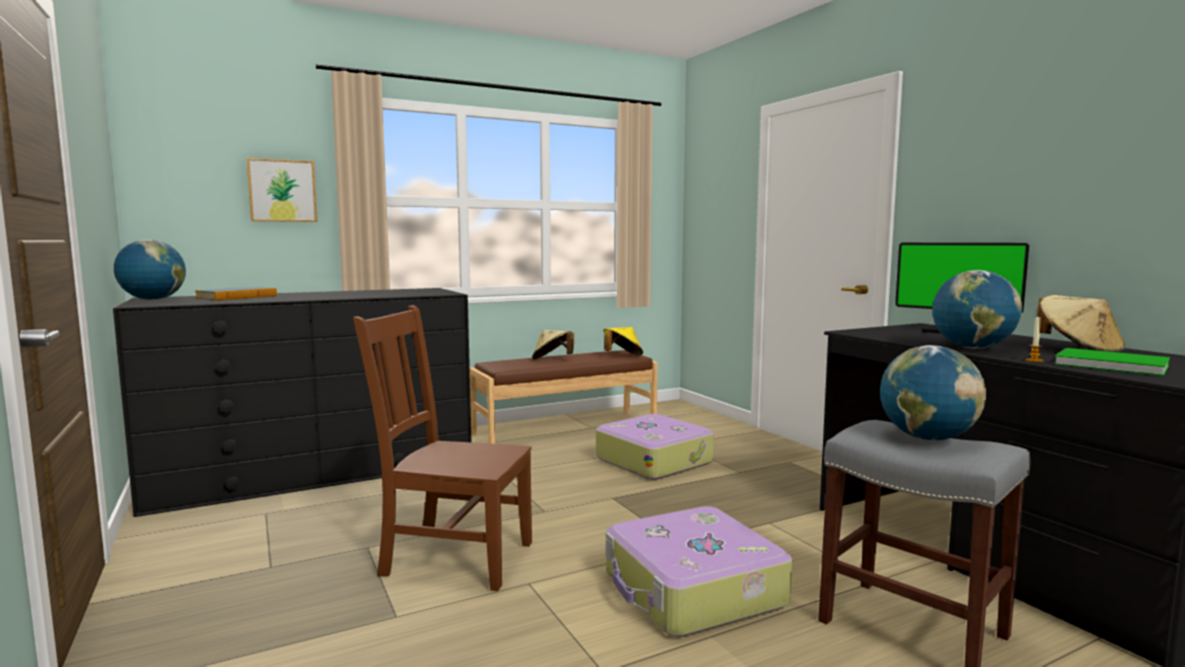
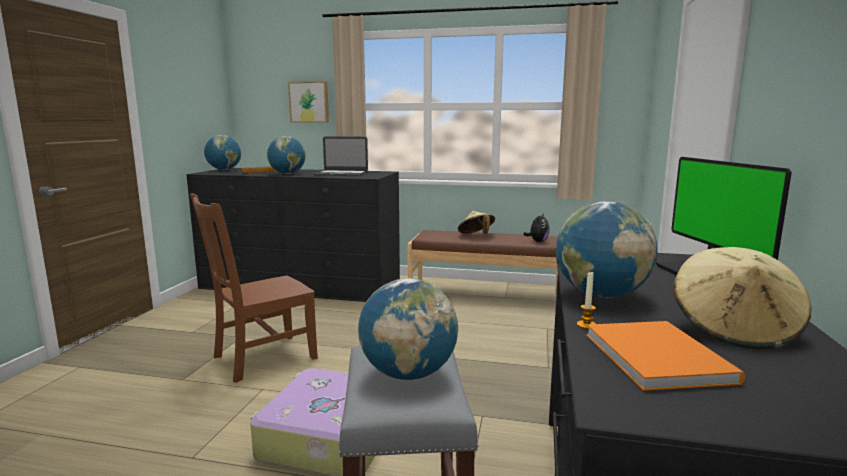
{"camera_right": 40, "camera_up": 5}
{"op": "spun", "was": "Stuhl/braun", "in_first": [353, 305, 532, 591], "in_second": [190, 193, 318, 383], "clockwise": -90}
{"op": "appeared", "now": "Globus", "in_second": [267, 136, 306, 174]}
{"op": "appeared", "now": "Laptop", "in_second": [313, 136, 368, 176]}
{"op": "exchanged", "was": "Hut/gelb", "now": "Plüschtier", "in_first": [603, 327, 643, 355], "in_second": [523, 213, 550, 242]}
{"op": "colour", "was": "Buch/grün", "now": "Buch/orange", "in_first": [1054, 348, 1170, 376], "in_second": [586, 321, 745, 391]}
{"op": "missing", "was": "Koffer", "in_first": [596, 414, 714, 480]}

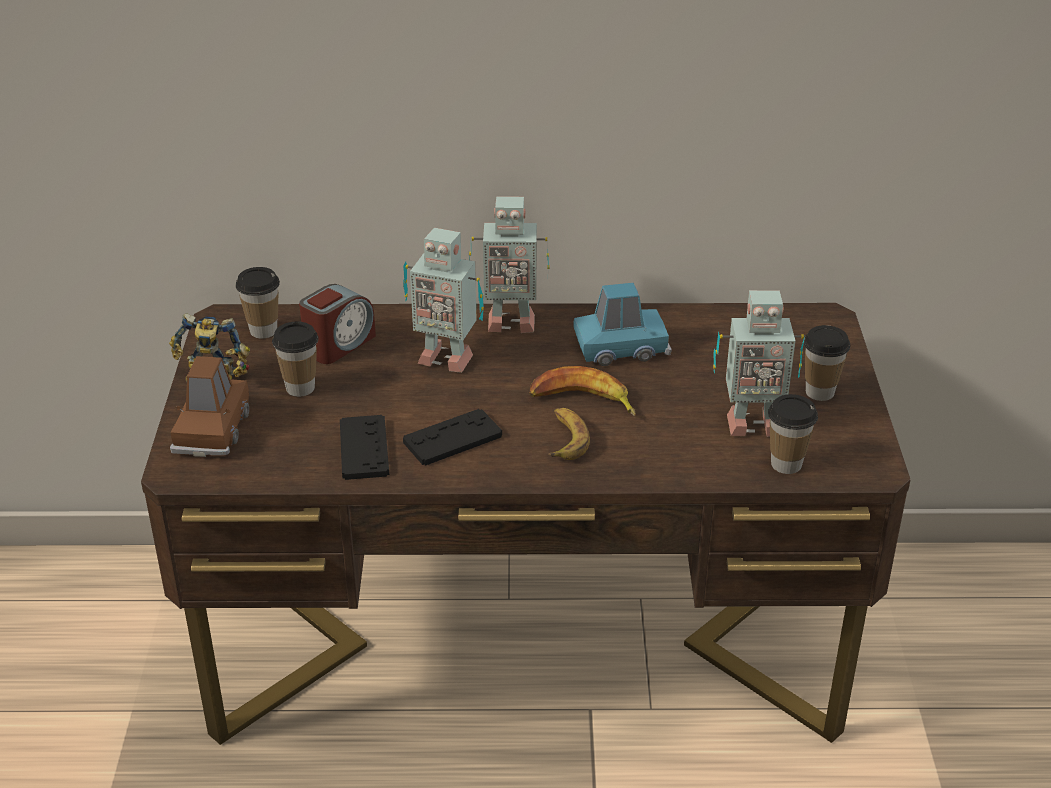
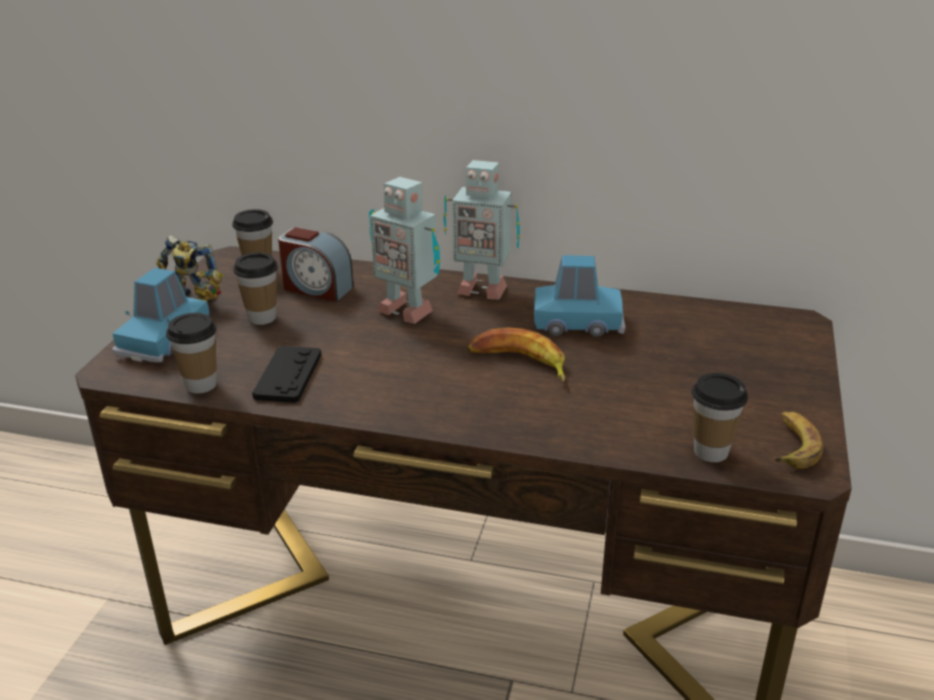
{"camera_right": 15, "camera_up": -5}
{"op": "colour", "was": "Spielzeugauto/braun", "now": "Spielzeugauto/blau", "in_first": [170, 356, 249, 457], "in_second": [112, 268, 209, 362]}
{"op": "relocated", "was": "Tasse", "in_first": [804, 325, 850, 401], "in_second": [166, 313, 217, 393]}
{"op": "spun", "was": "Wecker", "in_first": [299, 284, 376, 364], "in_second": [278, 227, 354, 302], "clockwise": 60}
{"op": "relocated", "was": "Banane", "in_first": [549, 408, 590, 460], "in_second": [774, 412, 823, 469]}
{"op": "missing", "was": "Gamepad/schwarz", "in_first": [403, 409, 502, 465]}
{"op": "missing", "was": "Spielzeugroboter", "in_first": [713, 290, 805, 437]}

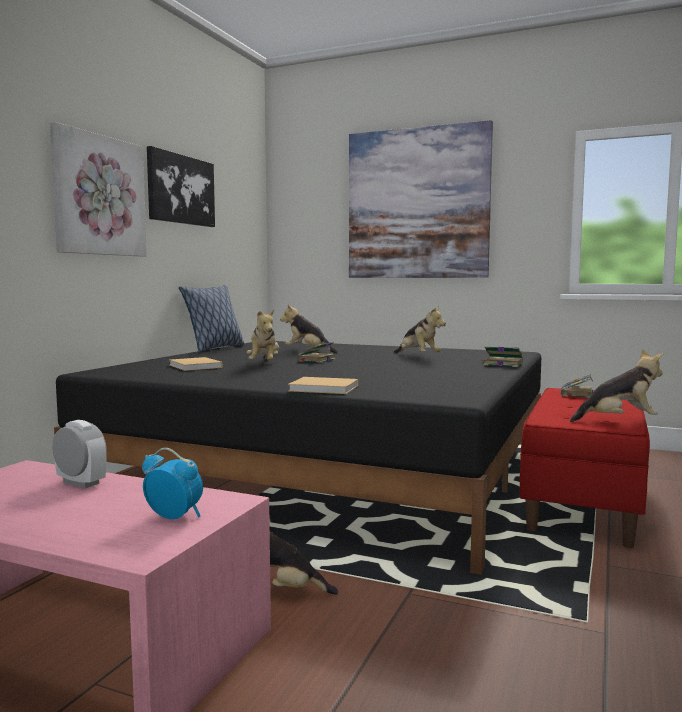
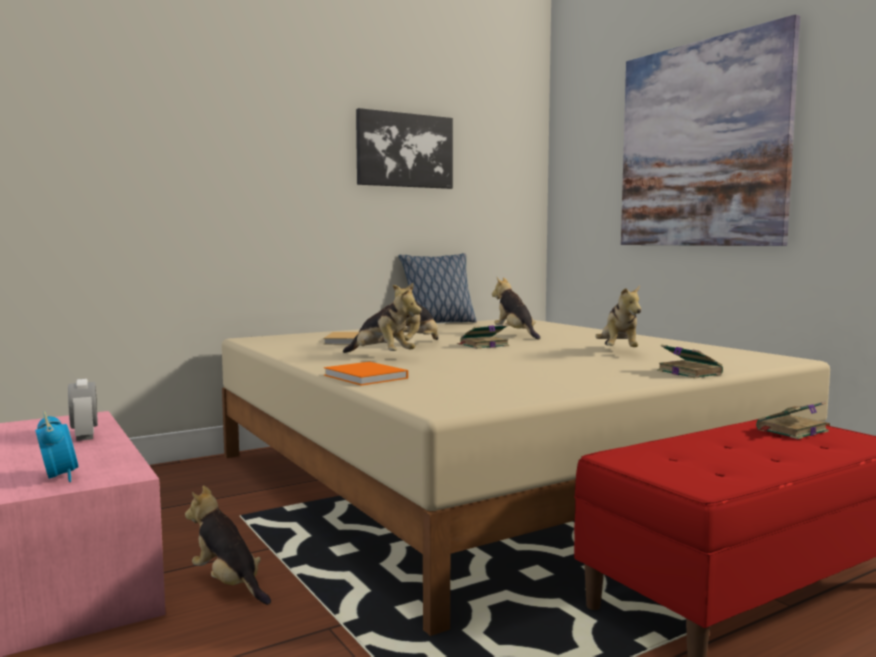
{"camera_right": 35, "camera_up": 0}
{"op": "colour", "was": "Bett/schwarz", "now": "Bett/beige", "in_first": [54, 341, 541, 575], "in_second": [222, 319, 830, 636]}
{"op": "colour", "was": "Buch/beige", "now": "Buch/orange", "in_first": [288, 377, 358, 394], "in_second": [324, 362, 408, 386]}
{"op": "relocated", "was": "Plüschtier", "in_first": [570, 349, 663, 422], "in_second": [343, 286, 422, 353]}
{"op": "missing", "was": "Bild", "in_first": [50, 122, 147, 257]}

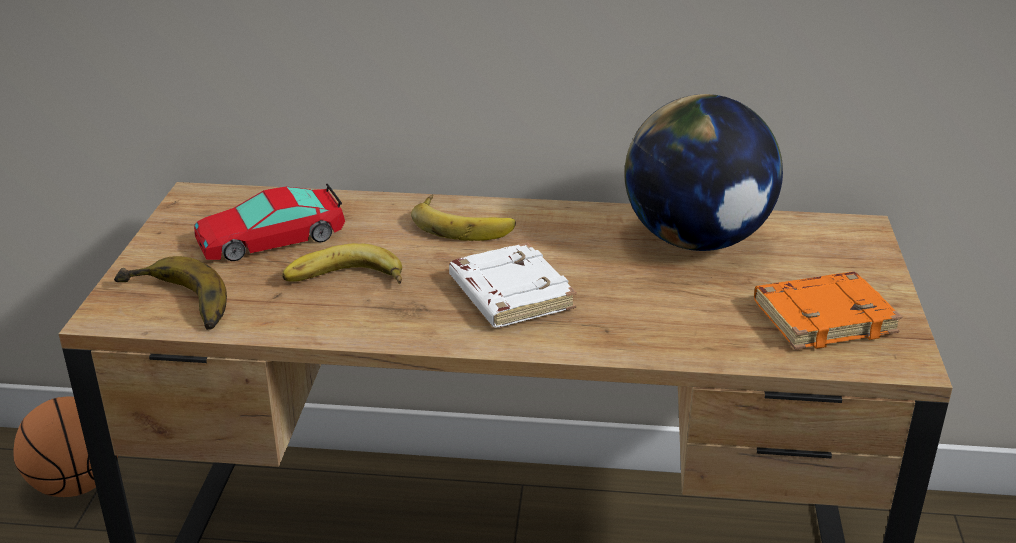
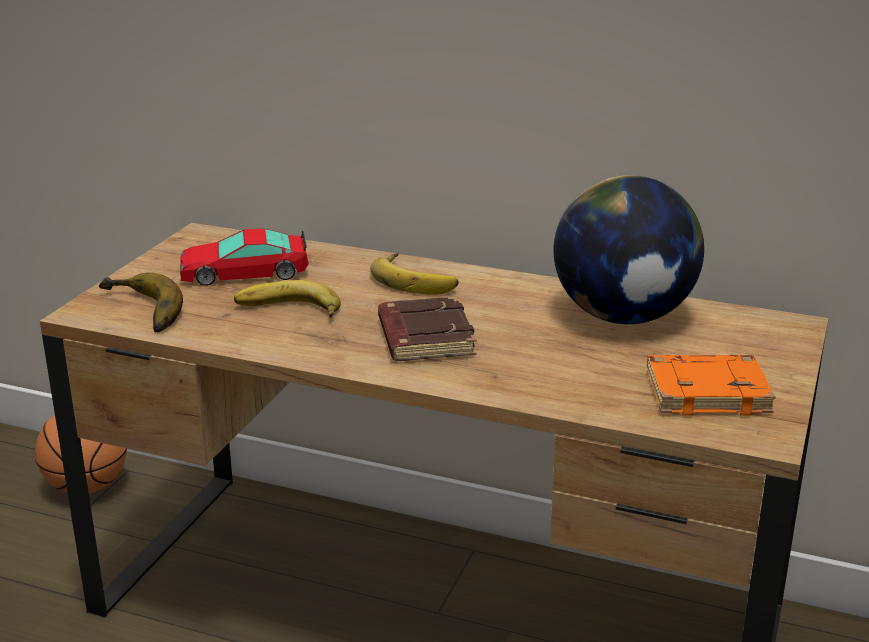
{"camera_right": 15, "camera_up": -5}
{"op": "colour", "was": "Buch/weiß", "now": "Buch/braun", "in_first": [449, 242, 577, 328], "in_second": [378, 297, 477, 361]}

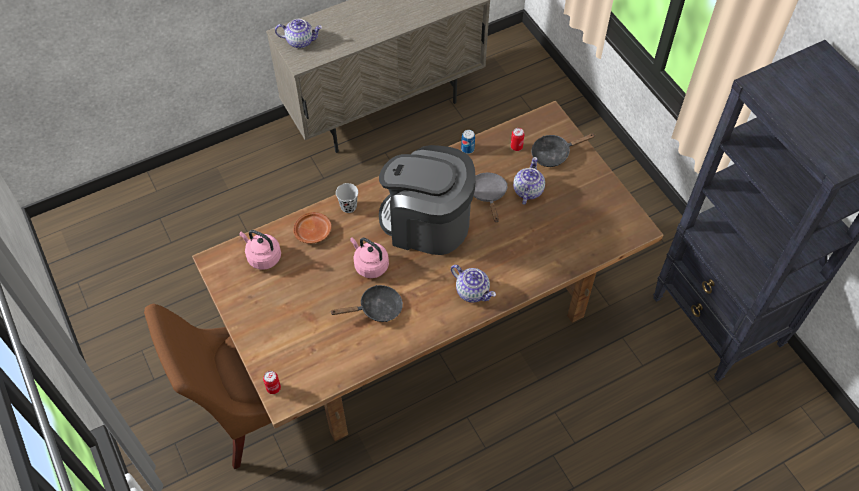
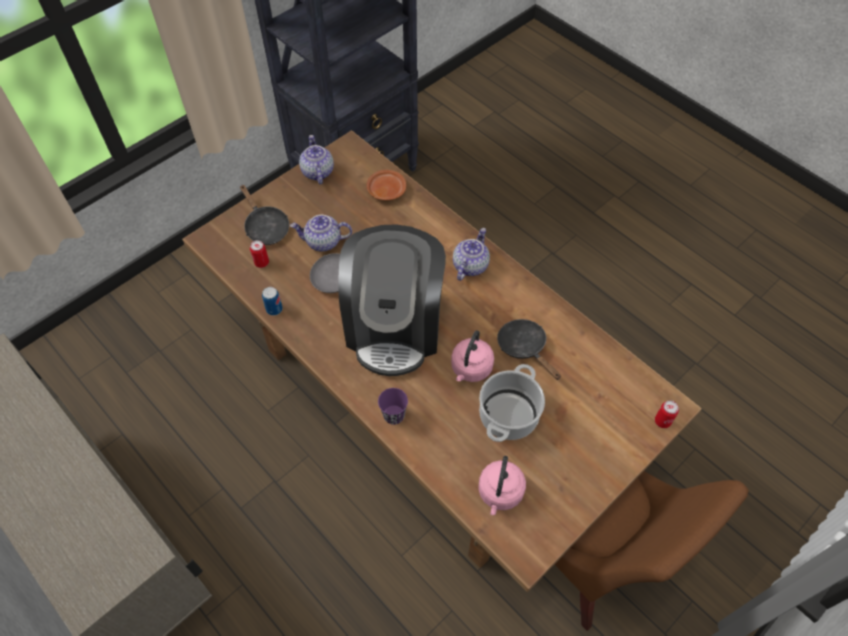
{"camera_right": -105, "camera_up": 0}
{"op": "relocated", "was": "Teekanne", "in_first": [275, 19, 322, 48], "in_second": [299, 135, 334, 184]}
{"op": "relocated", "was": "Teller/braun", "in_first": [293, 212, 331, 244], "in_second": [367, 170, 406, 201]}
{"op": "colour", "was": "Tasse/schwarz", "now": "Tasse/lila", "in_first": [336, 183, 358, 213], "in_second": [378, 388, 408, 425]}
{"op": "appeared", "now": "Kochtopf", "in_second": [479, 364, 545, 442]}

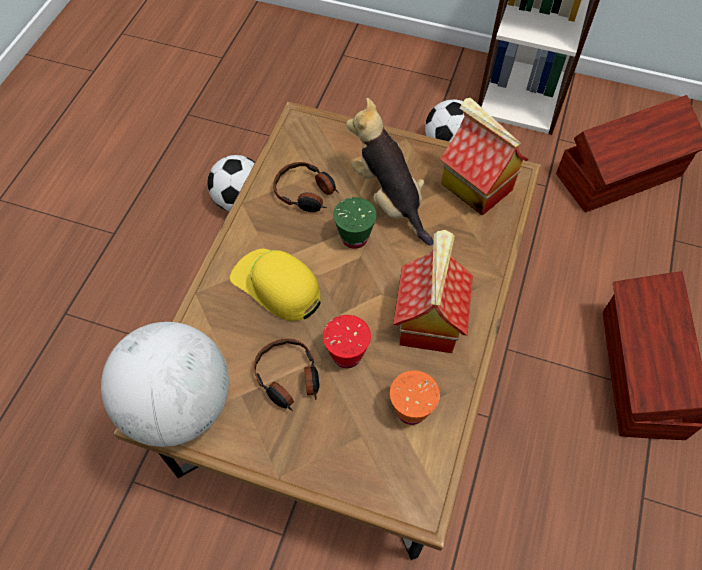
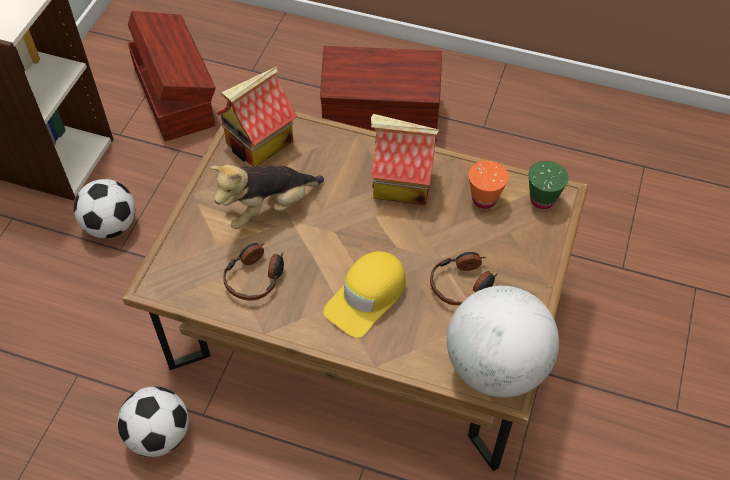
{"camera_right": -90, "camera_up": -5}
{"op": "relocated", "was": "Tasse/grün", "in_first": [333, 197, 377, 249], "in_second": [528, 161, 569, 209]}
{"op": "missing", "was": "Tasse/rot", "in_first": [323, 315, 371, 368]}

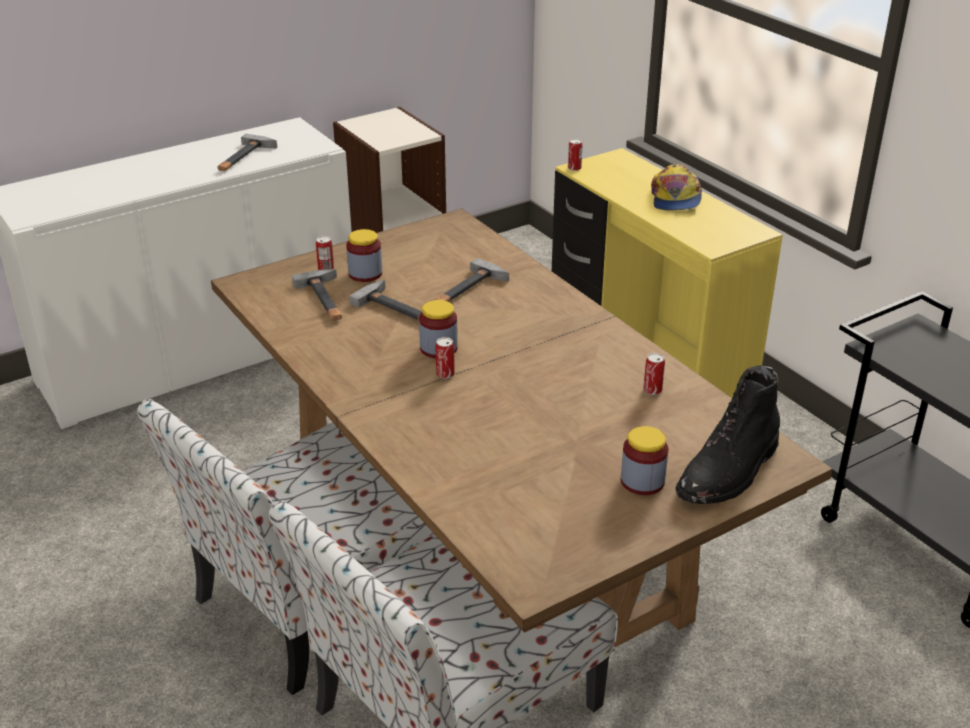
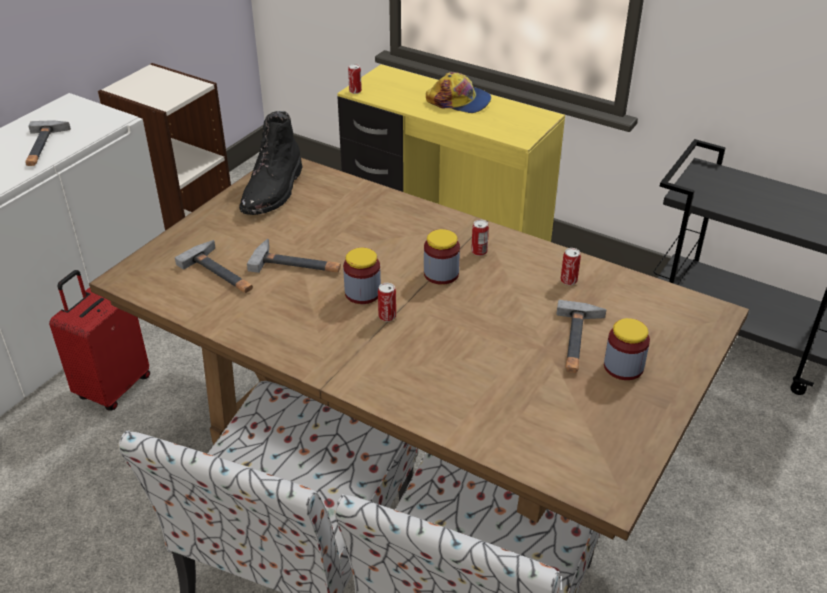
{"camera_right": -25, "camera_up": 5}
{"op": "appeared", "now": "Koffer/rot", "in_second": [49, 270, 150, 411]}
{"op": "relocated", "was": "Stiefel/schwarz", "in_first": [676, 365, 780, 504], "in_second": [239, 111, 303, 215]}
{"op": "relocated", "was": "Vorratsglas", "in_first": [346, 229, 382, 282], "in_second": [424, 229, 460, 285]}
{"op": "spun", "was": "Kappe", "in_first": [651, 164, 702, 211], "in_second": [426, 72, 491, 113], "clockwise": -45}
{"op": "relocated", "was": "Dose", "in_first": [316, 236, 334, 270], "in_second": [471, 220, 489, 256]}
{"op": "relocated", "was": "Hammer", "in_first": [435, 258, 509, 302], "in_second": [556, 300, 606, 373]}

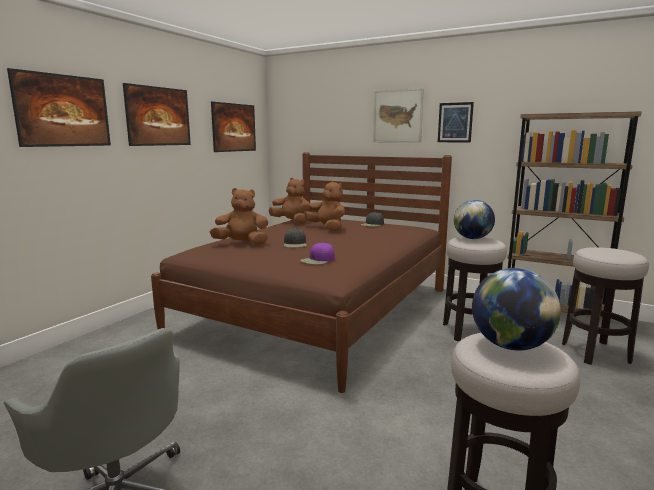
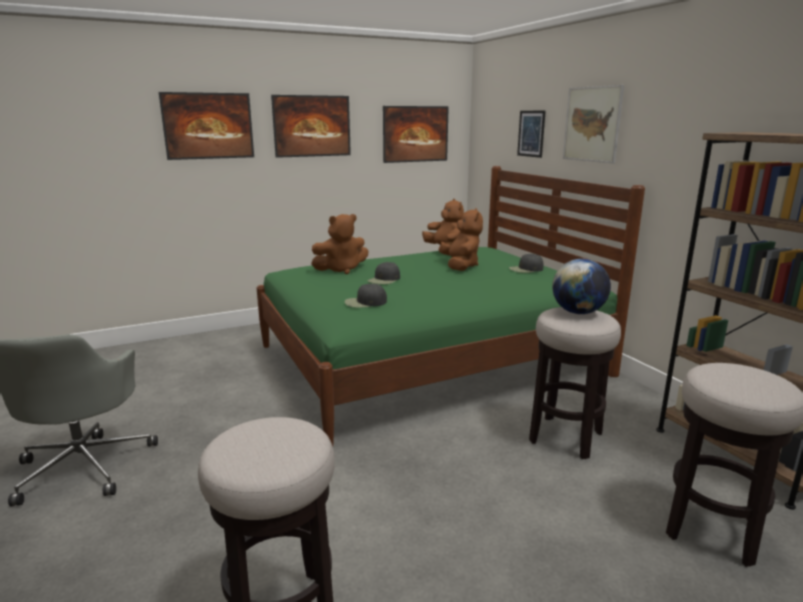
{"camera_right": 35, "camera_up": 5}
{"op": "colour", "was": "Bett/braun", "now": "Bett/grün", "in_first": [151, 152, 452, 393], "in_second": [257, 166, 645, 446]}
{"op": "spun", "was": "Plüschtier/braun", "in_first": [210, 188, 269, 245], "in_second": [311, 214, 368, 274], "clockwise": 120}
{"op": "colour", "was": "Kappe/lila", "now": "Kappe/schwarz", "in_first": [300, 242, 335, 265], "in_second": [345, 284, 387, 308]}
{"op": "relocated", "was": "Bild", "in_first": [438, 102, 474, 143], "in_second": [517, 110, 546, 158]}
{"op": "missing", "was": "Globus", "in_first": [472, 268, 561, 351]}

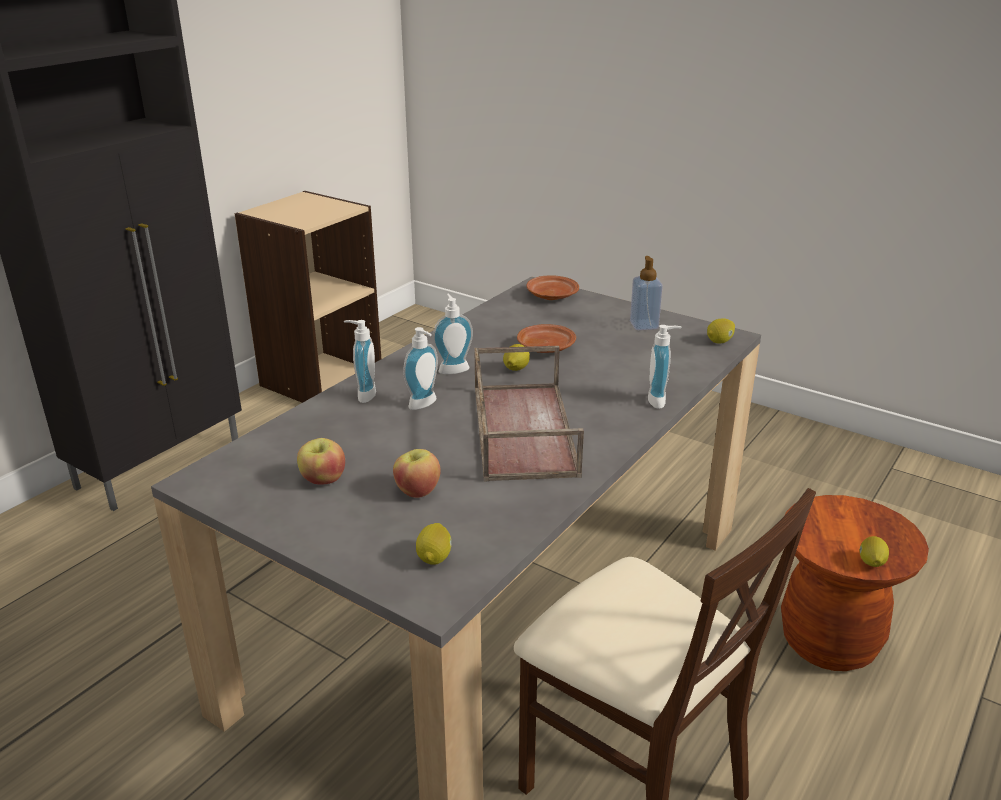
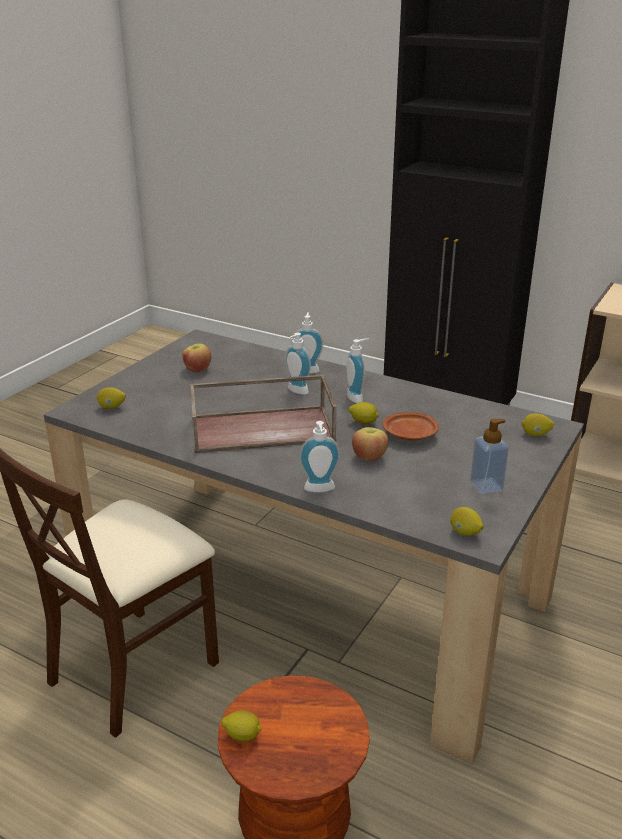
{"camera_right": 85, "camera_up": 0}
{"op": "relocated", "was": "Apfel", "in_first": [393, 449, 441, 498], "in_second": [352, 427, 389, 461]}
{"op": "exchanged", "was": "Teller/braun", "now": "Zitrone", "in_first": [527, 275, 579, 300], "in_second": [521, 413, 554, 436]}

